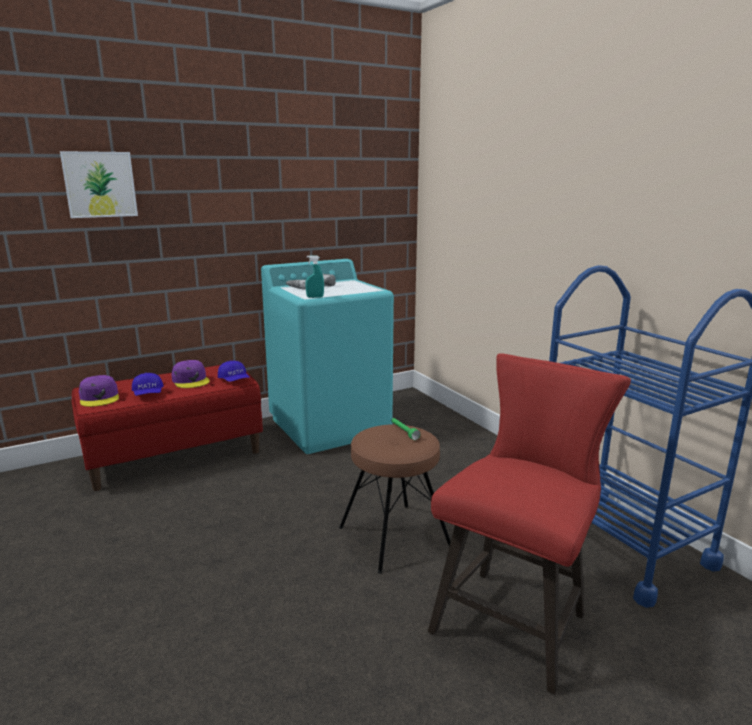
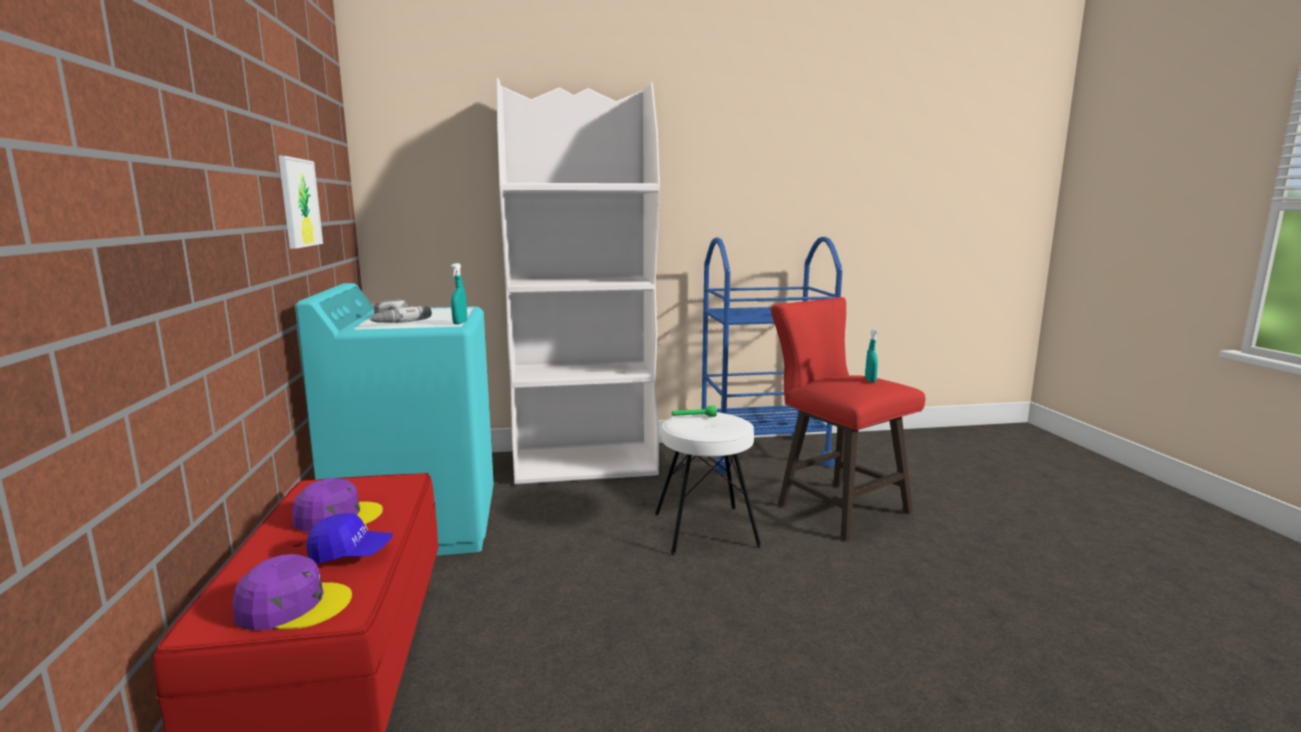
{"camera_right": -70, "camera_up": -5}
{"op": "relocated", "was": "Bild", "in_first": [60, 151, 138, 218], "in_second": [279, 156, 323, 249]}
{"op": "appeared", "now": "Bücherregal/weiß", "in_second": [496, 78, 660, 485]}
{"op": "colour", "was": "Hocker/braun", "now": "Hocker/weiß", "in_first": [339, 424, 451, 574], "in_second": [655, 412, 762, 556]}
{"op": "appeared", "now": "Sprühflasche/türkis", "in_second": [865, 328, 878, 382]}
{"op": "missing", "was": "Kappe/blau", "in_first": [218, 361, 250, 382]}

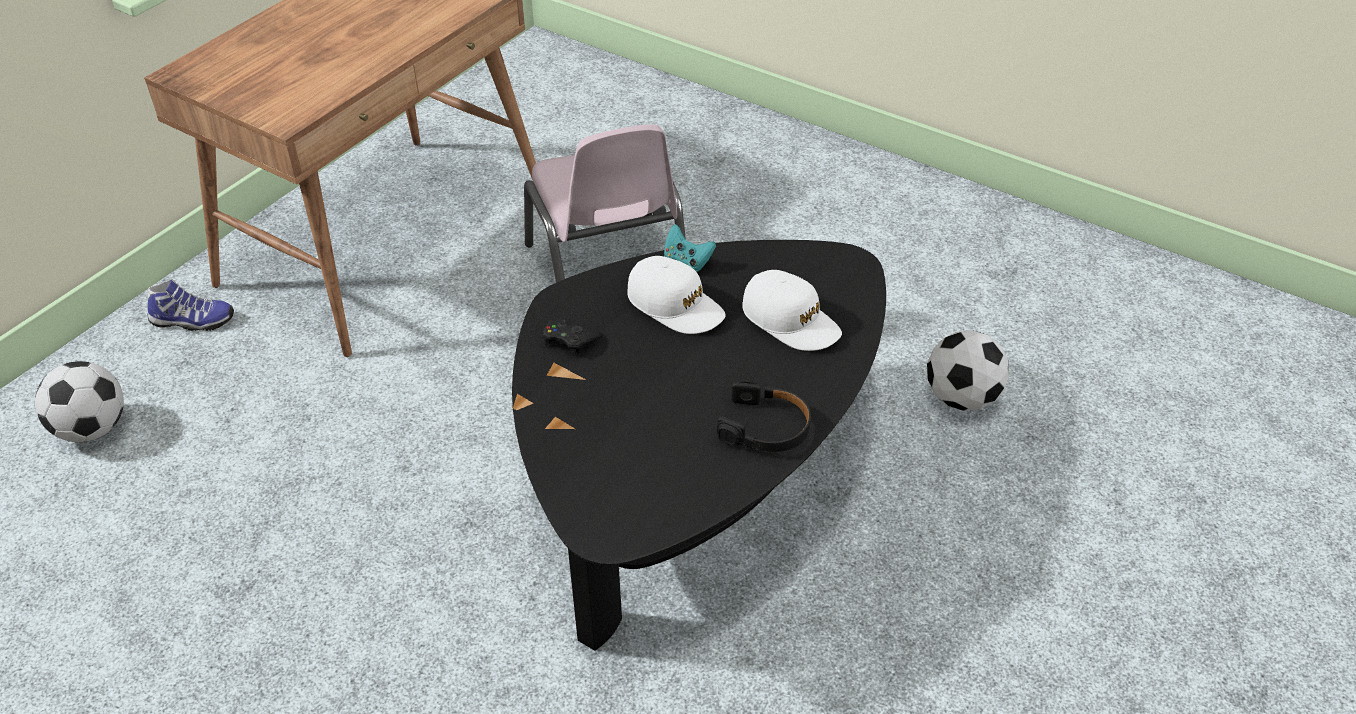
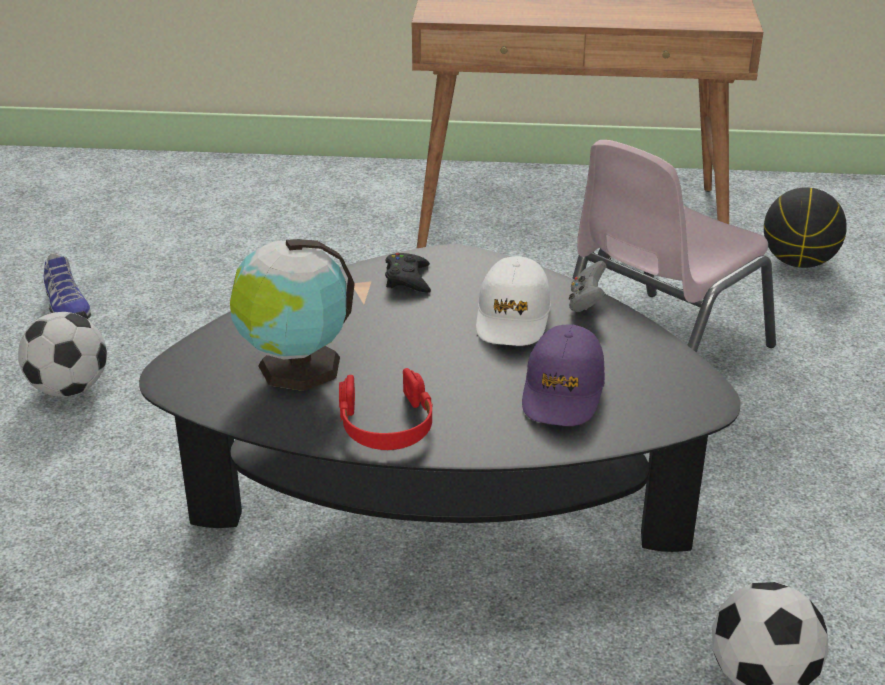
{"camera_right": 60, "camera_up": -10}
{"op": "relocated", "was": "Fußball", "in_first": [35, 361, 124, 442], "in_second": [18, 312, 107, 397]}
{"op": "relocated", "was": "Schuh", "in_first": [147, 279, 234, 331], "in_second": [44, 253, 91, 319]}
{"op": "appeared", "now": "Globus", "in_second": [230, 239, 355, 391]}
{"op": "colour", "was": "Kopfhörer/schwarz", "now": "Kopfhörer/rot", "in_first": [717, 380, 811, 452], "in_second": [339, 368, 432, 450]}
{"op": "colour", "was": "Kappe/weiß", "now": "Kappe/lila", "in_first": [742, 270, 842, 351], "in_second": [522, 324, 605, 426]}
{"op": "colour", "was": "Gamepad/türkis", "now": "Gamepad/grau", "in_first": [664, 224, 716, 272], "in_second": [569, 261, 606, 312]}
{"op": "appeared", "now": "Basketball", "in_second": [764, 187, 847, 268]}

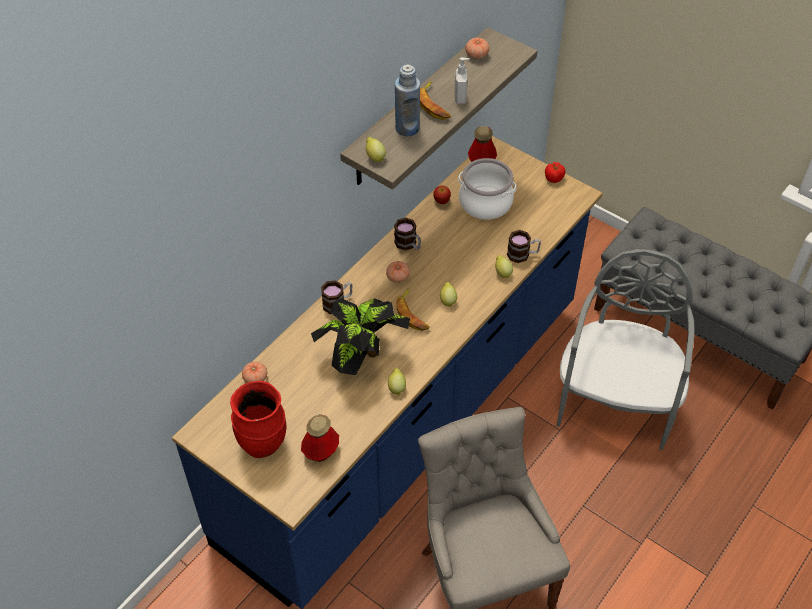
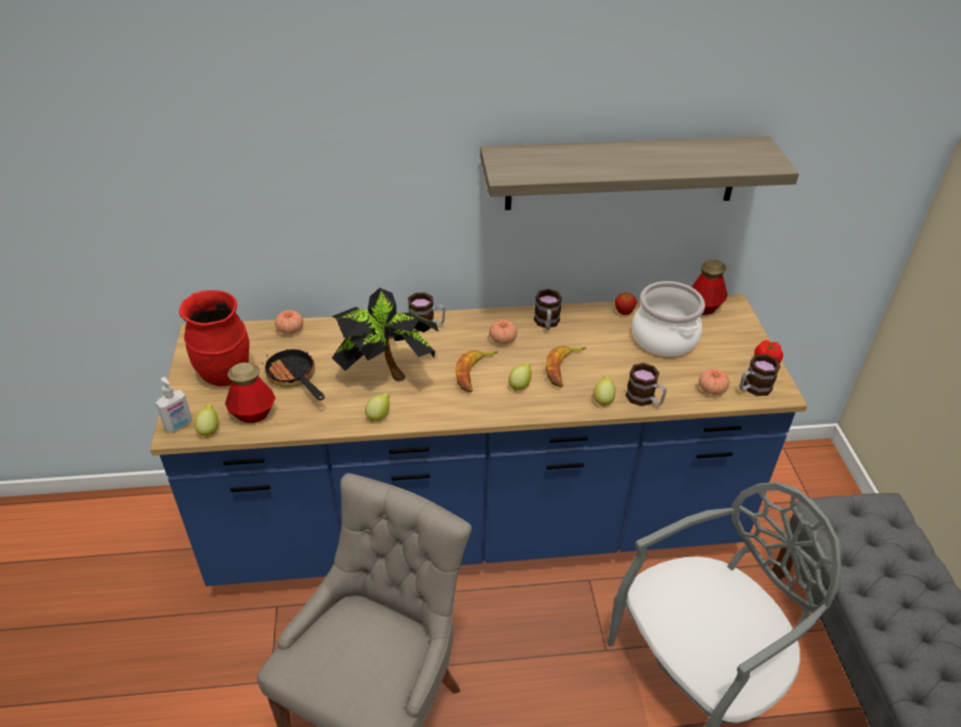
{"camera_right": 45, "camera_up": -10}
{"op": "relocated", "was": "Seifenspender", "in_first": [455, 57, 469, 104], "in_second": [156, 377, 193, 433]}
{"op": "relocated", "was": "Zitrone", "in_first": [366, 137, 386, 162], "in_second": [194, 404, 219, 438]}
{"op": "appeared", "now": "Pfanne", "in_second": [262, 349, 325, 400]}
{"op": "relocated", "was": "Banane", "in_first": [420, 81, 451, 120], "in_second": [546, 346, 586, 387]}
{"op": "relocated", "was": "Tomate", "in_first": [465, 38, 489, 59], "in_second": [699, 369, 730, 395]}
{"op": "appeared", "now": "Henkelbecher", "in_second": [739, 354, 781, 396]}
{"op": "missing", "was": "Flasche/blau", "in_first": [395, 64, 420, 137]}

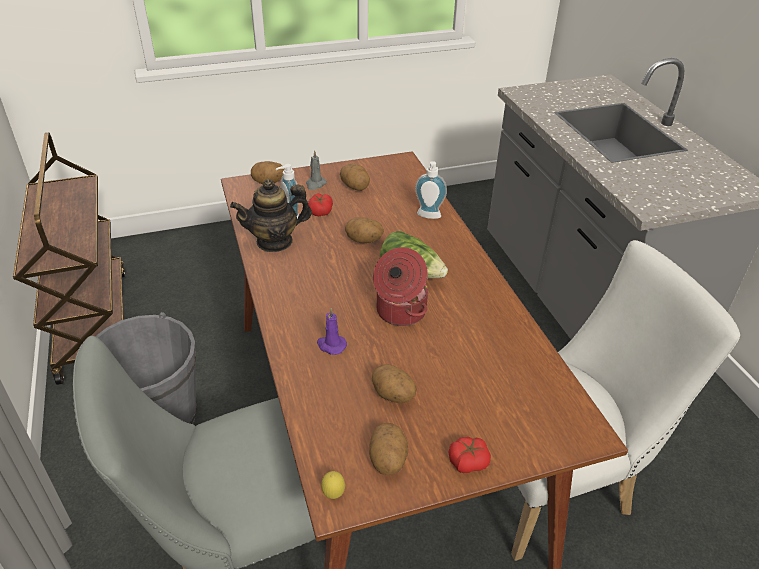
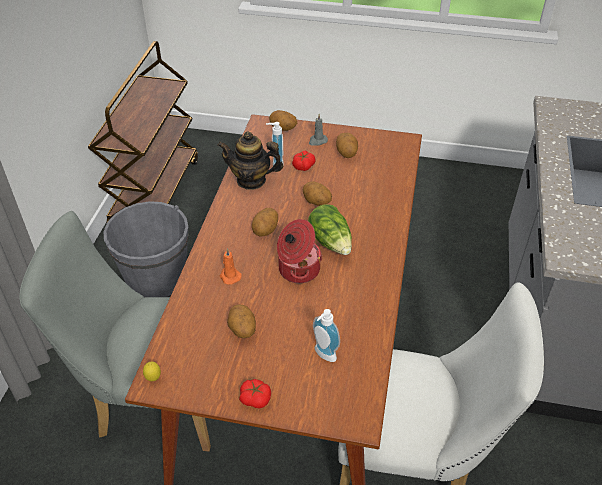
{"camera_right": 30, "camera_up": 5}
{"op": "colour", "was": "Kerze/lila", "now": "Kerze/orange", "in_first": [317, 308, 347, 355], "in_second": [220, 248, 242, 285]}
{"op": "relocated", "was": "Kartoffel", "in_first": [369, 423, 408, 475], "in_second": [252, 208, 278, 237]}
{"op": "relocated", "was": "Seifenspender", "in_first": [415, 161, 447, 219], "in_second": [313, 309, 340, 362]}

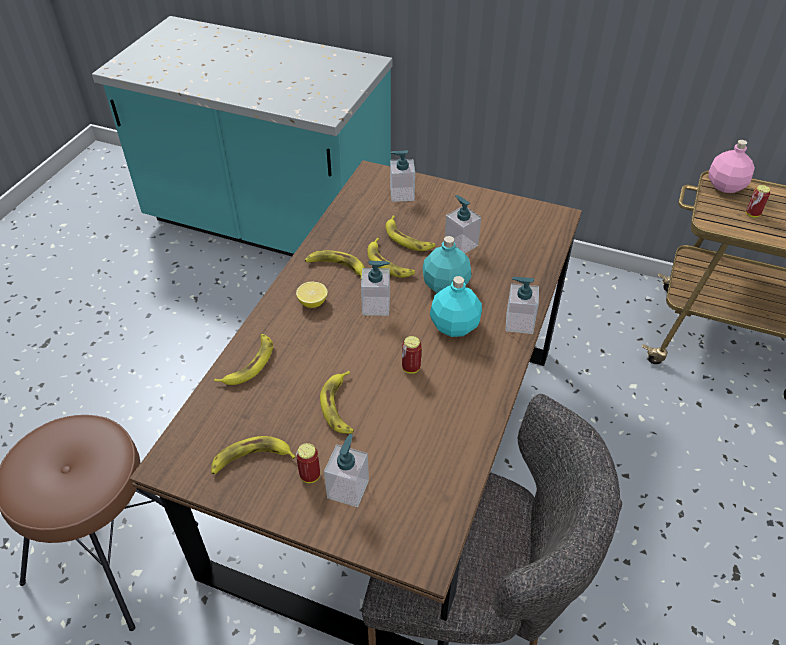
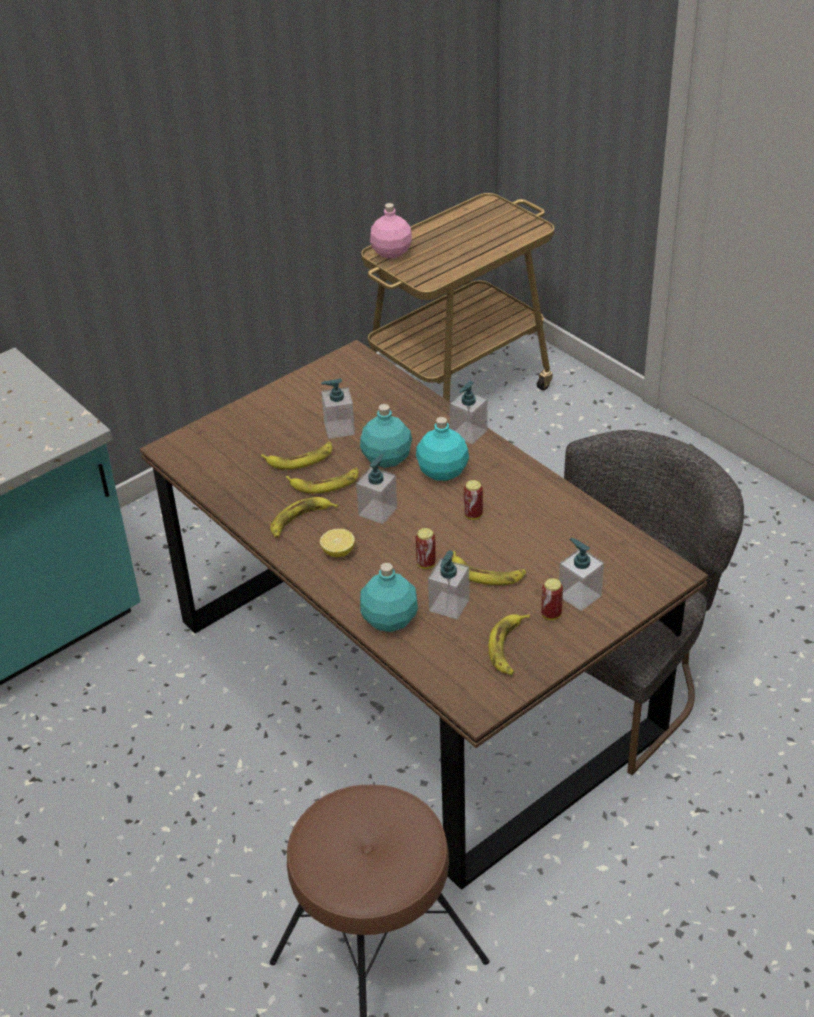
{"camera_right": -60, "camera_up": -5}
{"op": "exchanged", "was": "Banane", "now": "Flasche/türkis", "in_first": [214, 334, 273, 385], "in_second": [360, 563, 418, 632]}
{"op": "relocated", "was": "Dose", "in_first": [746, 185, 770, 218], "in_second": [416, 528, 436, 569]}
{"op": "relocated", "was": "Seifenspender", "in_first": [390, 150, 415, 202], "in_second": [428, 550, 469, 619]}

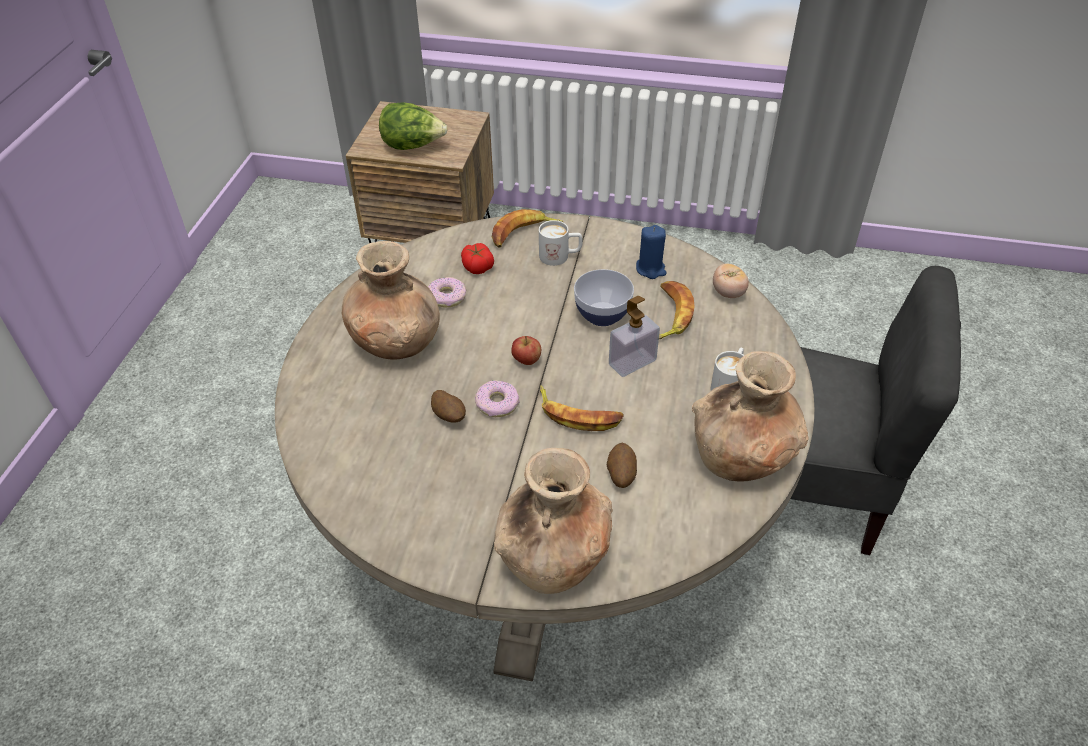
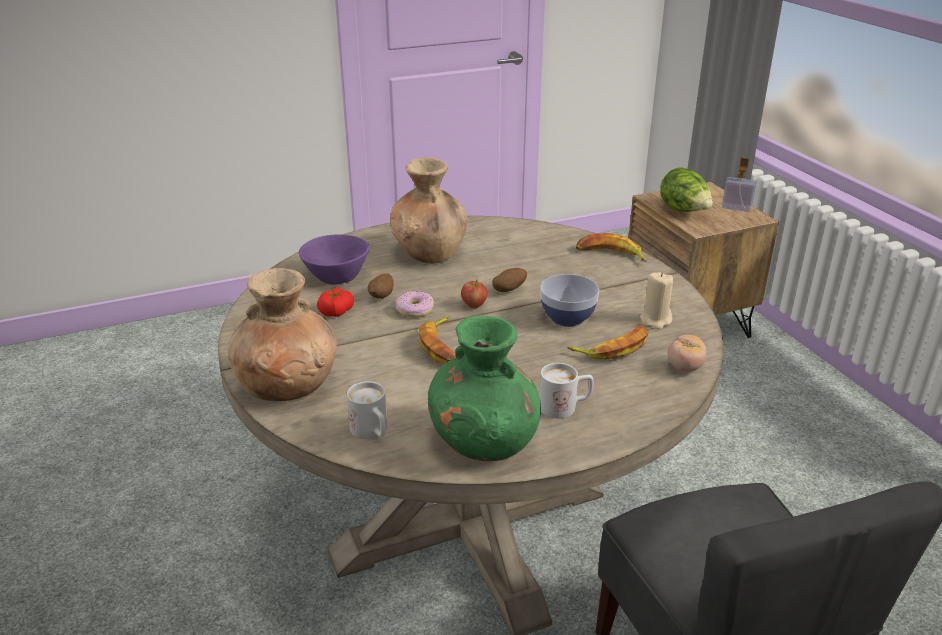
{"camera_right": 55, "camera_up": -15}
{"op": "appeared", "now": "Schüssel/lila", "in_second": [299, 234, 370, 285]}
{"op": "relocated", "was": "Tomate", "in_first": [461, 243, 494, 274], "in_second": [317, 287, 354, 317]}
{"op": "relocated", "was": "Henkelbecher/weiß", "in_first": [539, 220, 583, 266], "in_second": [347, 381, 387, 439]}
{"op": "colour", "was": "Vase/braun", "now": "Vase/grün", "in_first": [692, 351, 809, 482], "in_second": [428, 316, 541, 461]}
{"op": "relocated", "was": "Kartoffel", "in_first": [607, 443, 637, 488], "in_second": [492, 268, 527, 292]}
{"op": "colour", "was": "Kerze/blau", "now": "Kerze/beige", "in_first": [636, 225, 667, 279], "in_second": [640, 272, 673, 329]}
{"op": "relocated", "was": "Seifenspender", "in_first": [609, 296, 660, 377], "in_second": [722, 158, 756, 212]}
{"op": "missing", "was": "Donut", "in_first": [428, 277, 467, 307]}

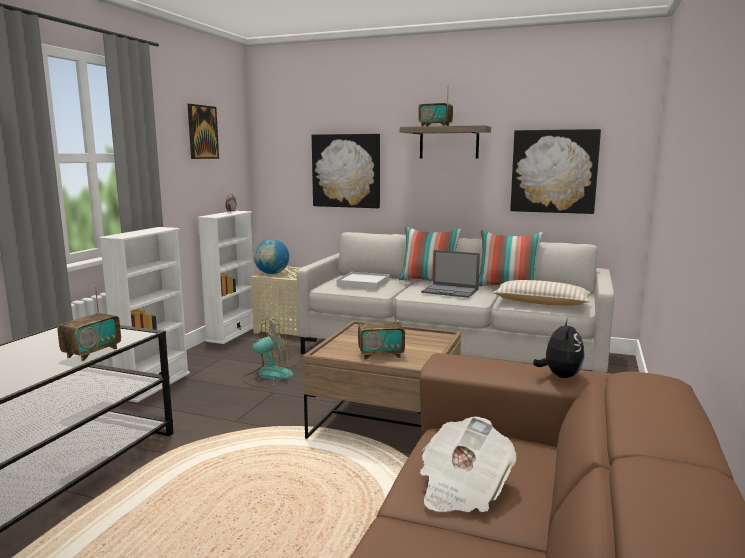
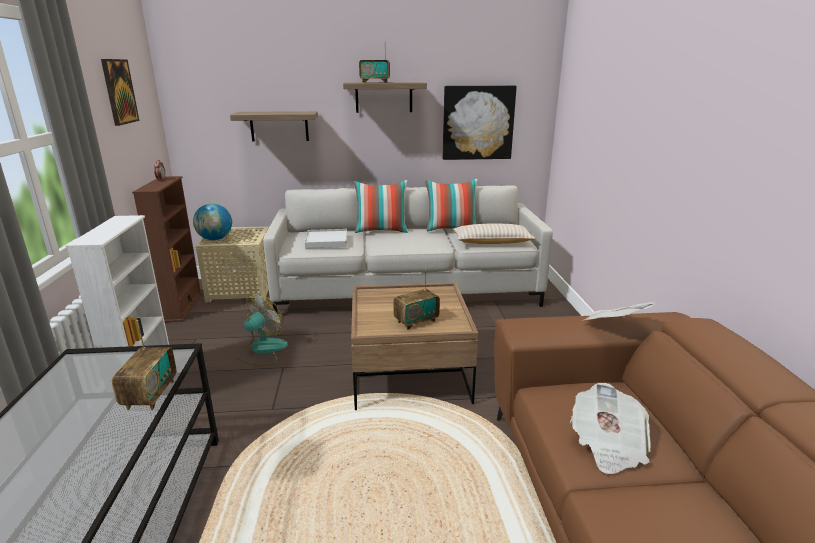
{"camera_right": -25, "camera_up": 10}
{"op": "colour", "was": "Bücherregal/weiß", "now": "Bücherregal/braun", "in_first": [197, 211, 253, 344], "in_second": [132, 176, 203, 322]}
{"op": "exchanged", "was": "Bild", "now": "Wandregal", "in_first": [312, 134, 380, 208], "in_second": [230, 111, 318, 142]}
{"op": "exchanged", "was": "Plüschtier", "now": "Zeitung", "in_first": [533, 319, 585, 378], "in_second": [584, 301, 656, 320]}
{"op": "missing", "was": "Laptop", "in_first": [421, 250, 480, 298]}

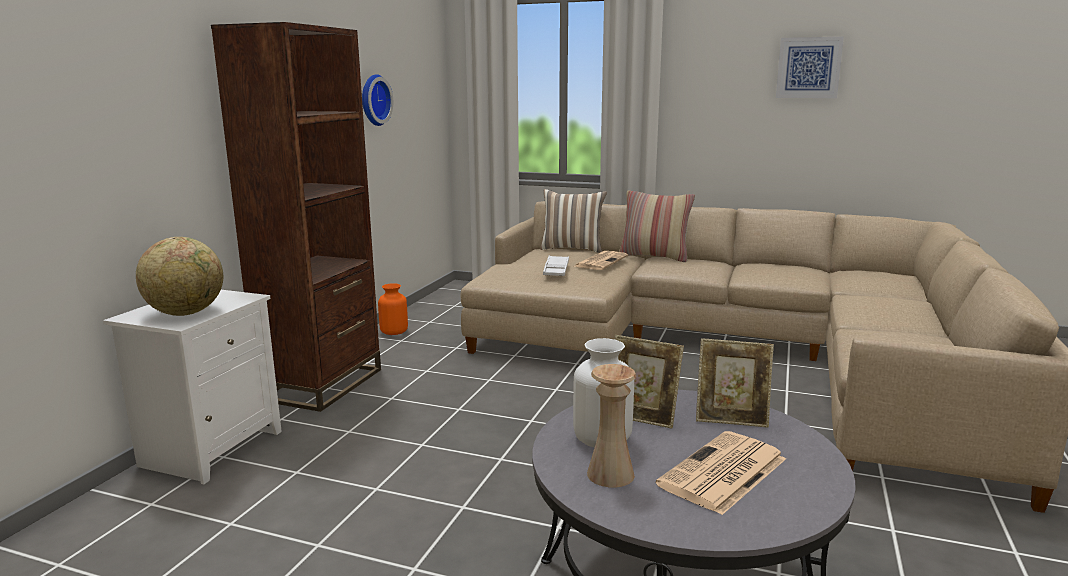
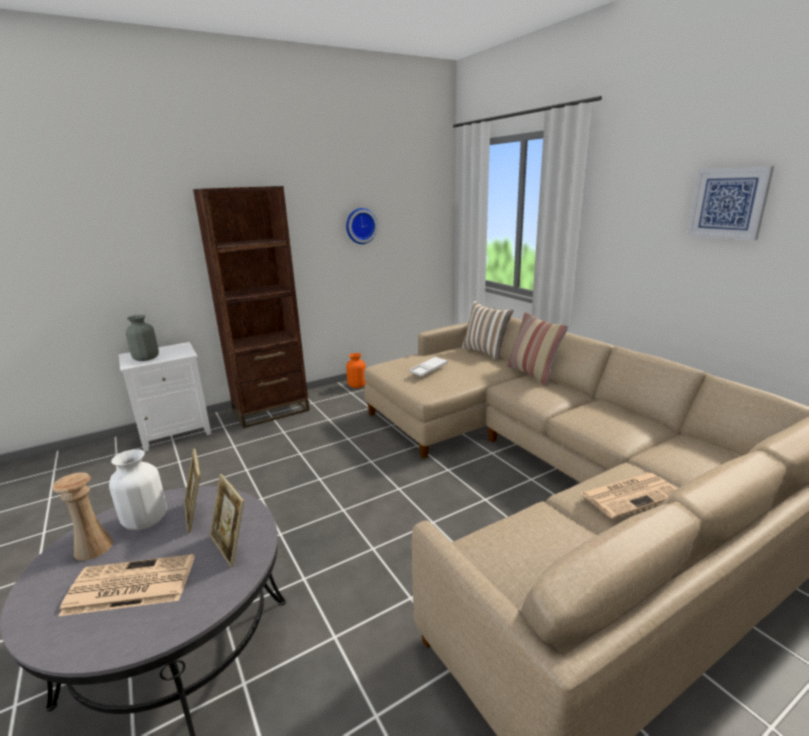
{"camera_right": 40, "camera_up": 5}
{"op": "exchanged", "was": "Globus", "now": "Vase/grau", "in_first": [136, 237, 223, 316], "in_second": [126, 315, 159, 361]}
{"op": "relocated", "was": "Zeitung", "in_first": [575, 251, 628, 270], "in_second": [580, 473, 677, 518]}

